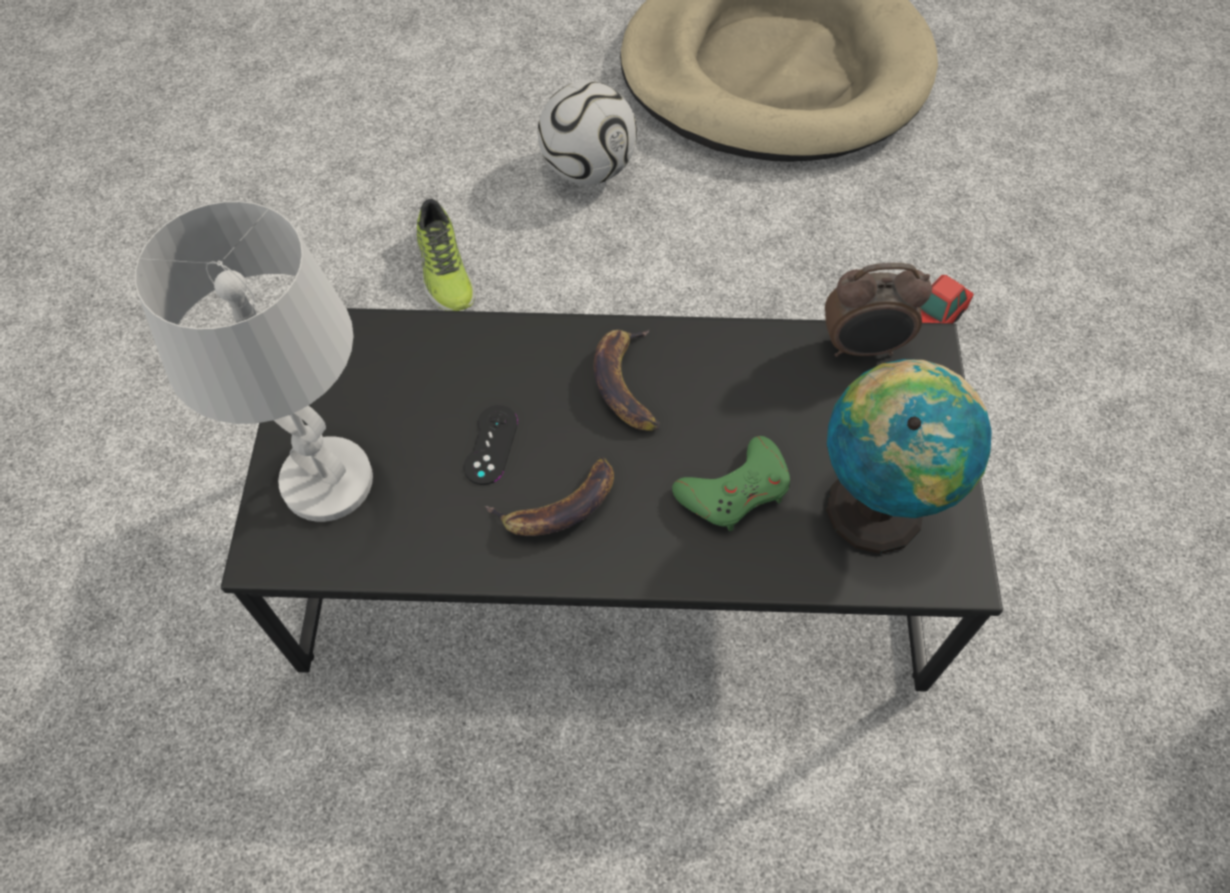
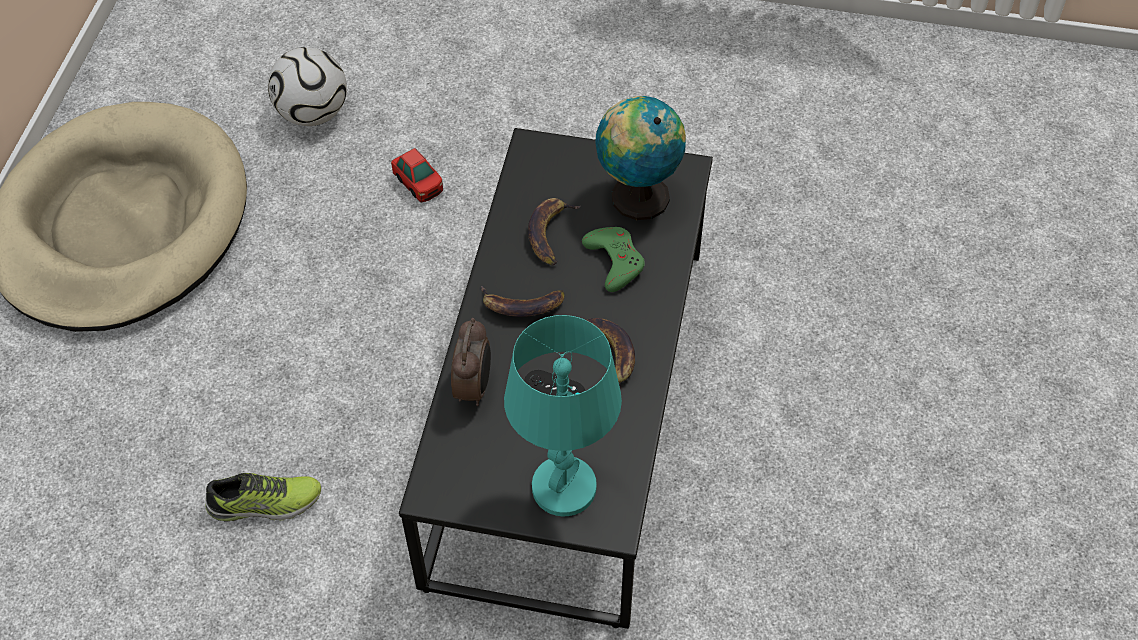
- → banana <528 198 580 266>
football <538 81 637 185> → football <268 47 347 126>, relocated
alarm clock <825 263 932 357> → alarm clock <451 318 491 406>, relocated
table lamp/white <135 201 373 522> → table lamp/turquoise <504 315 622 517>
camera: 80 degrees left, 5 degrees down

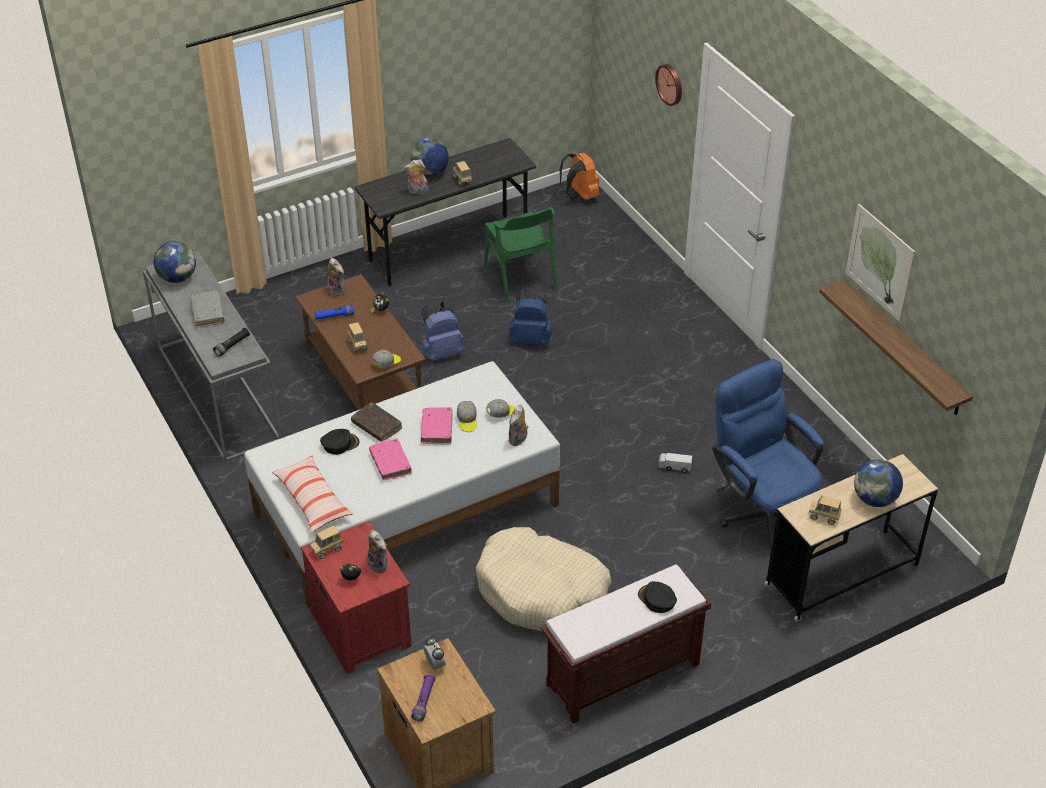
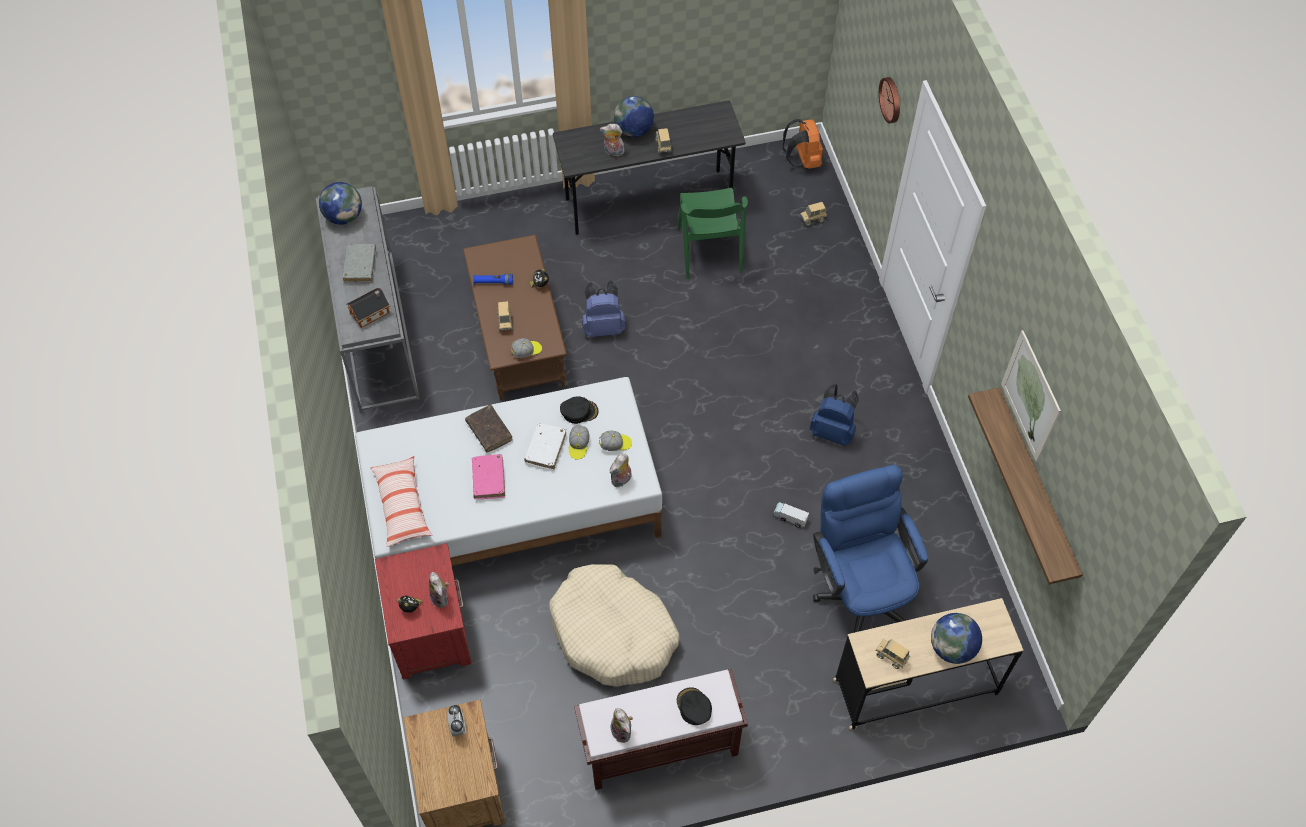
flashlight/purple <411 674 435 721> → -
toy truck <310 526 343 559> → toy truck <801 202 827 226>, relocated
cap/black <320 429 359 455> → cap/black <560 396 599 424>, relocated
plush toy <328 258 345 296> → plush toy <611 708 633 743>, relocated
backpack/blue <509 289 551 346> → backpack/blue <810 384 859 446>, relocated
flashlight/black <213 328 250 357> → toy house <347 288 390 328>
book/pink <421 407 453 444> → book/white <524 423 566 470>
camera: 15 degrees right, 15 degrees up

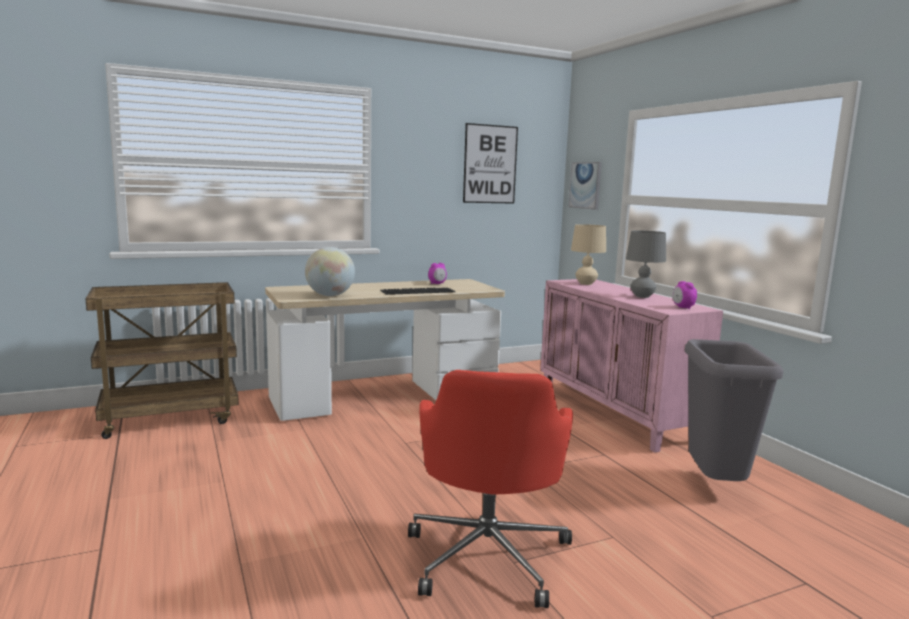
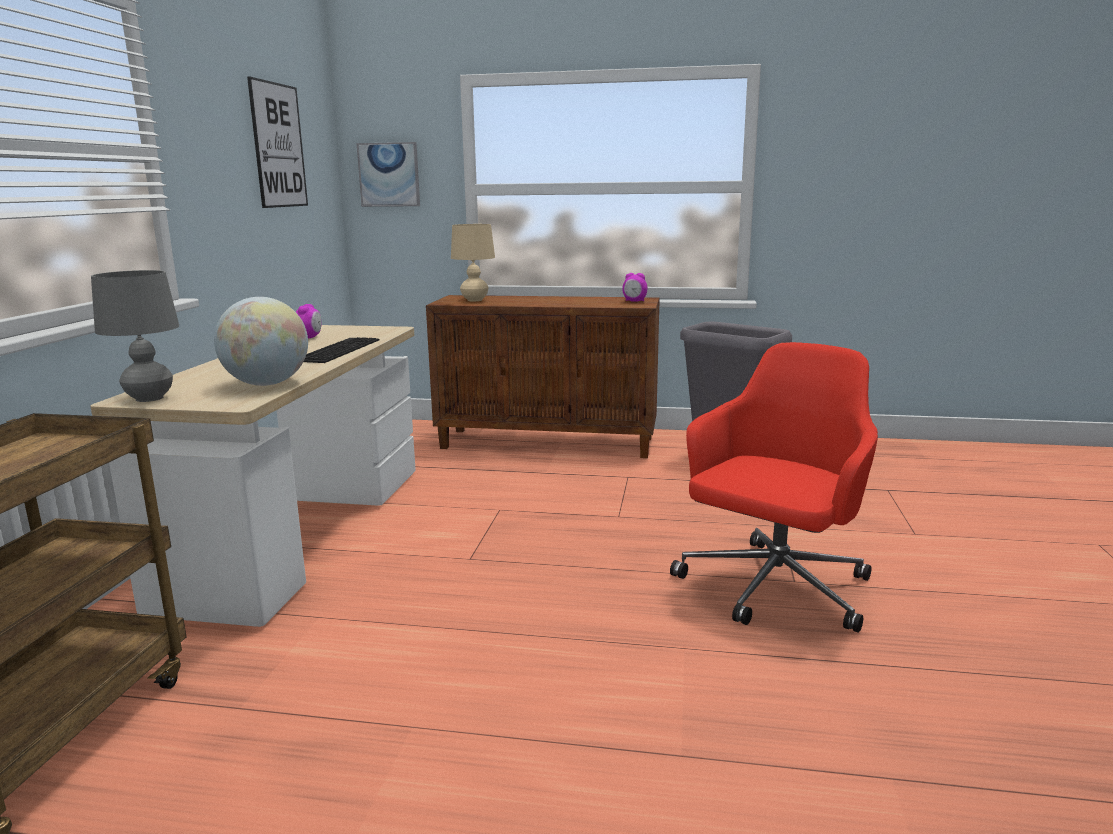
table lamp/grey <626 230 666 298> → table lamp/grey <91 270 179 402>, relocated
cabinet/pink <540 279 723 453> → cabinet/brown <426 295 660 458>
office chair/red <408 370 573 608> → office chair/red <670 342 878 633>, 90 degrees counterclockwise
camera: 55 degrees left, 5 degrees up

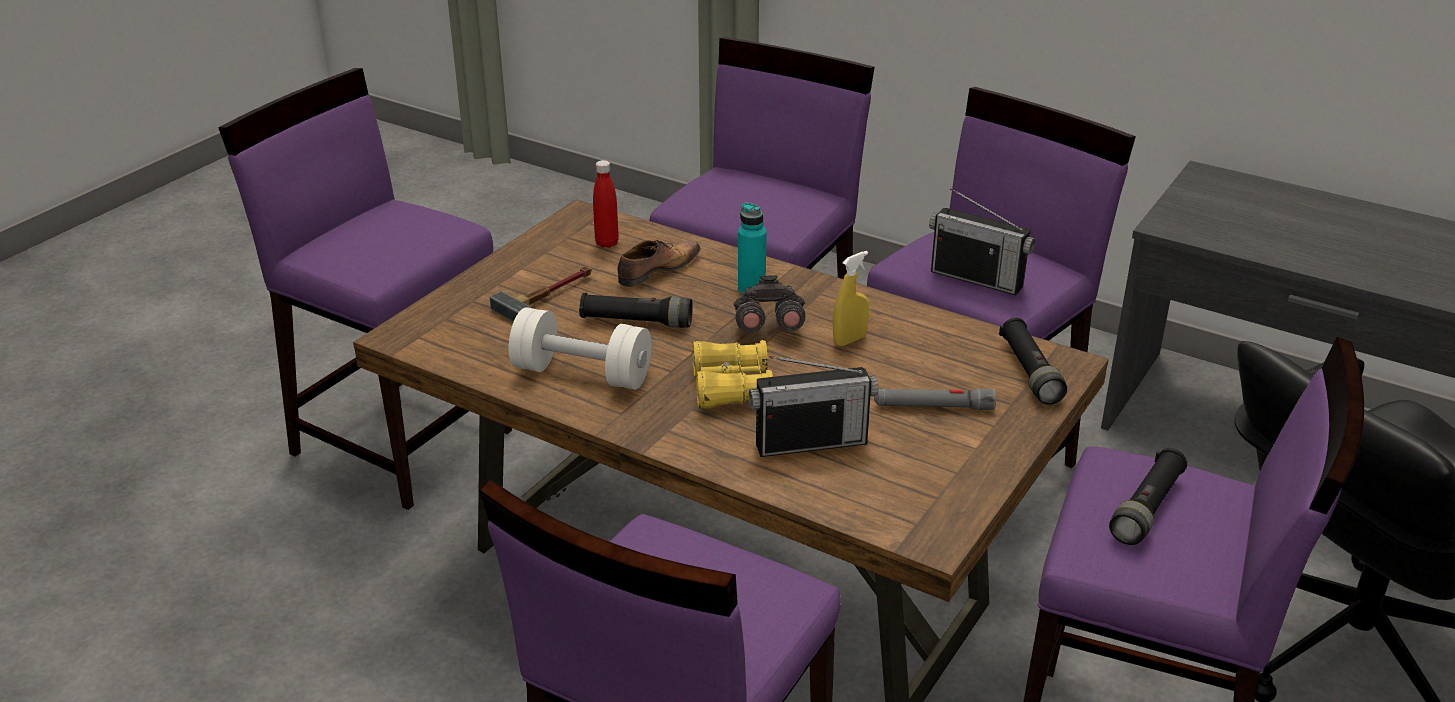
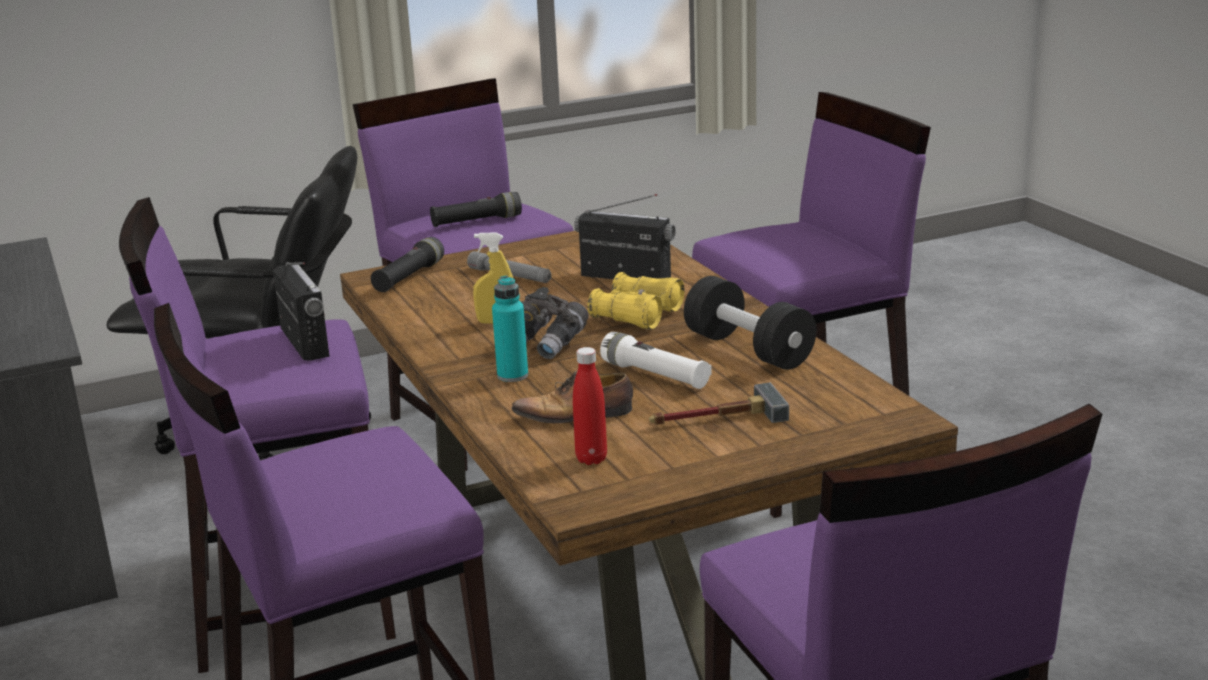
dumbbell/white <509 307 651 390> → dumbbell/black <684 276 816 370>
flashlight/black <579 293 693 328> → flashlight/white <600 332 712 389>
camera: 145 degrees left, 10 degrees down

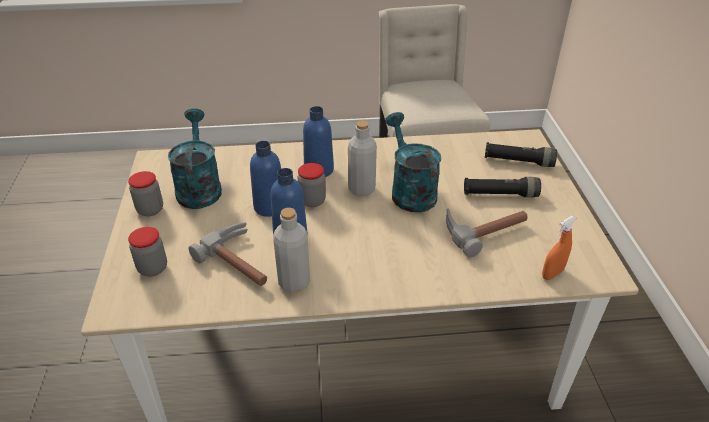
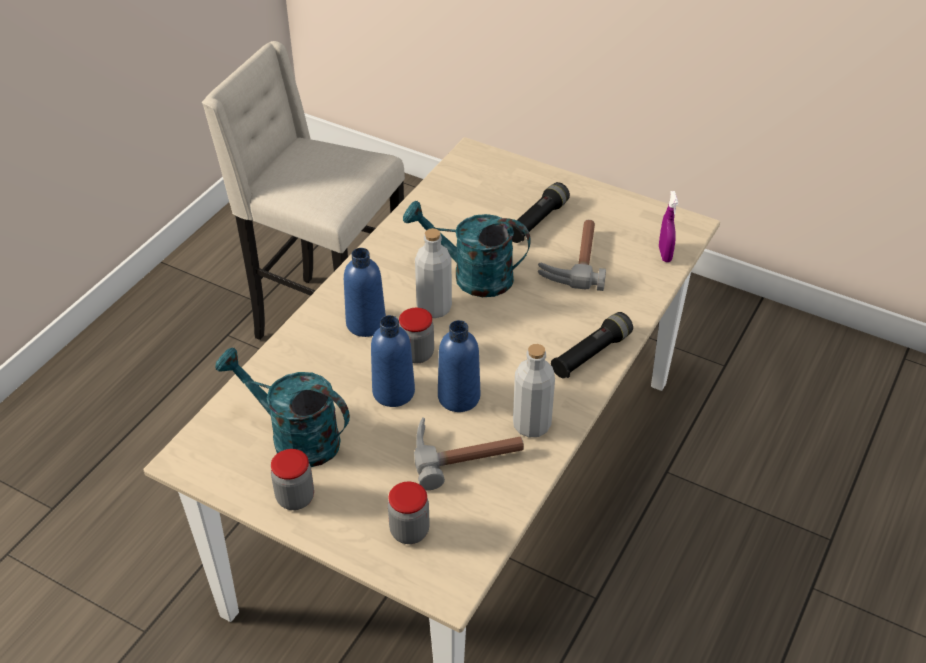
flashlight/black <485 142 557 167> → flashlight/black <551 312 633 378>, relocated
spray bottle/orange <542 216 576 280> → spray bottle/purple <659 191 678 262>
camera: 55 degrees left, 5 degrees up

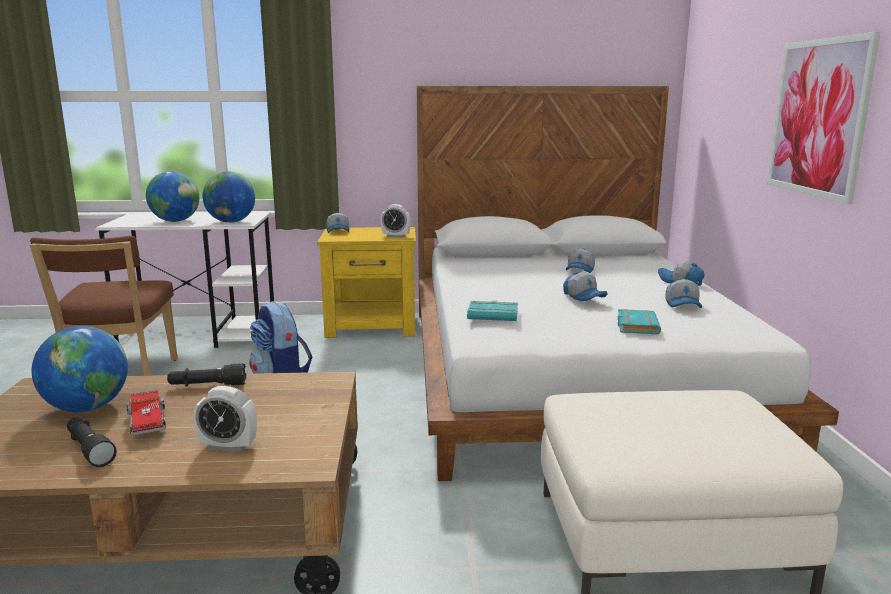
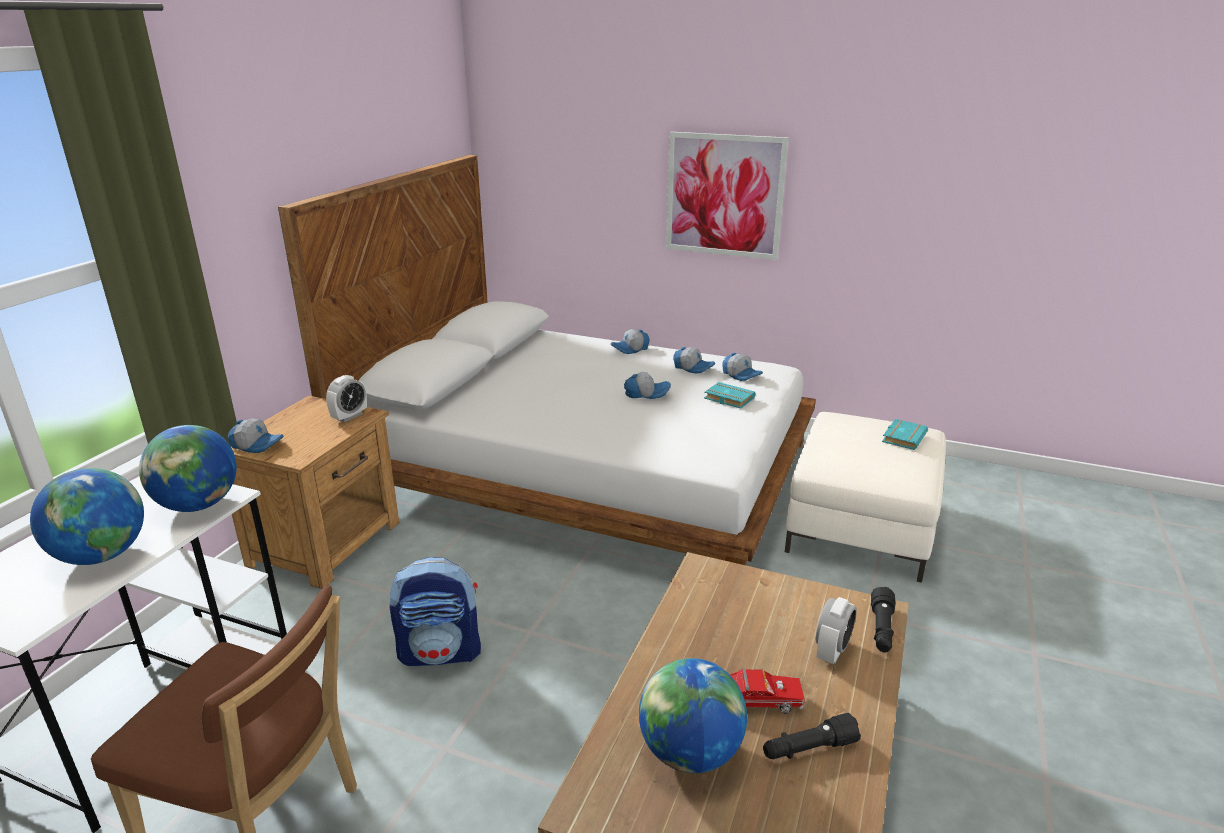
flashlight/black <167 363 246 386> → flashlight/black <871 587 895 653>, relocated
book/turquoise <467 301 518 321> → book/turquoise <882 419 928 450>, relocated
cap <566 248 595 273> → cap <722 353 763 381>, relocated
nightstand/yellow <317 227 416 338> → nightstand/brown <231 396 399 589>
camera: 65 degrees left, 10 degrees up

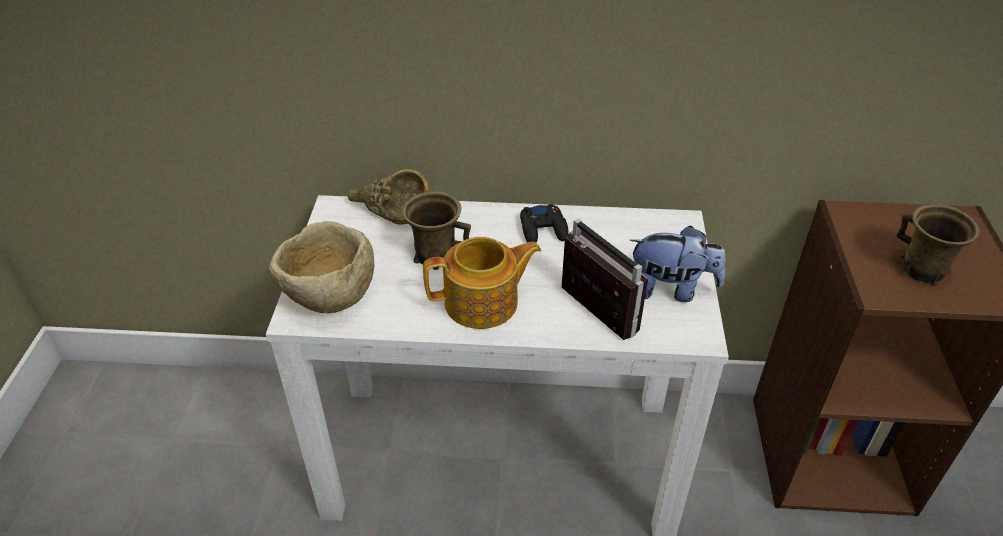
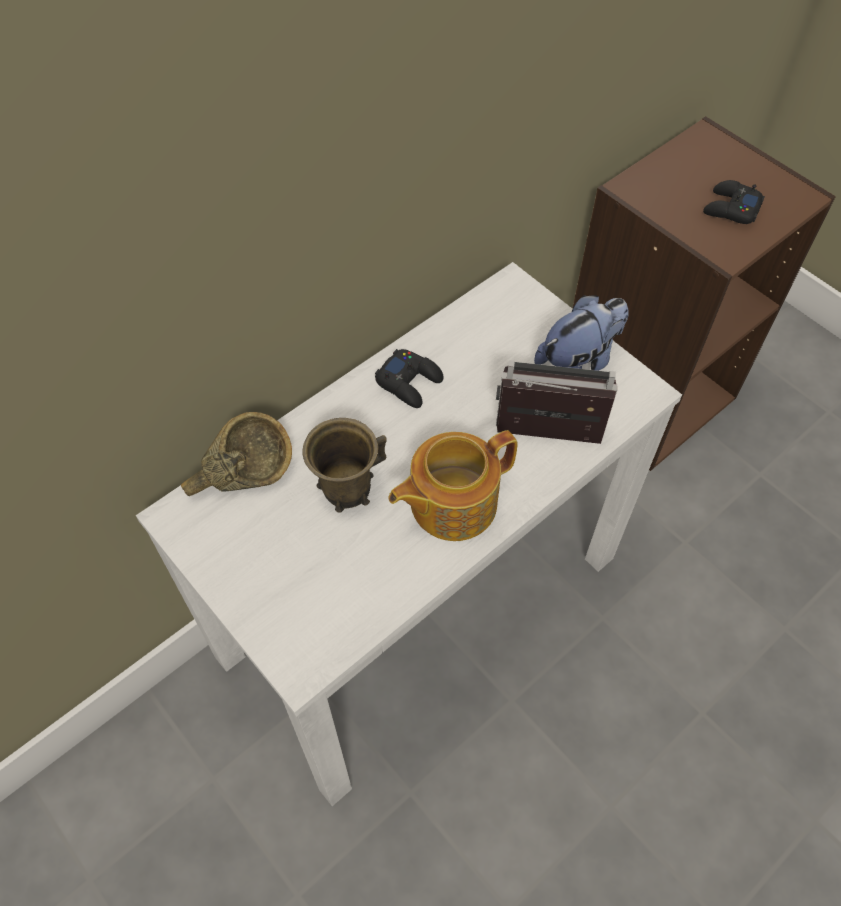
bowl/beige <269 221 375 314> → -
mug/brown <896 204 980 286> → game controller/black <703 180 765 224>
teapot <423 237 541 329> → teapot <388 430 518 541>, 150 degrees counterclockwise
camera: 45 degrees left, 15 degrees up

